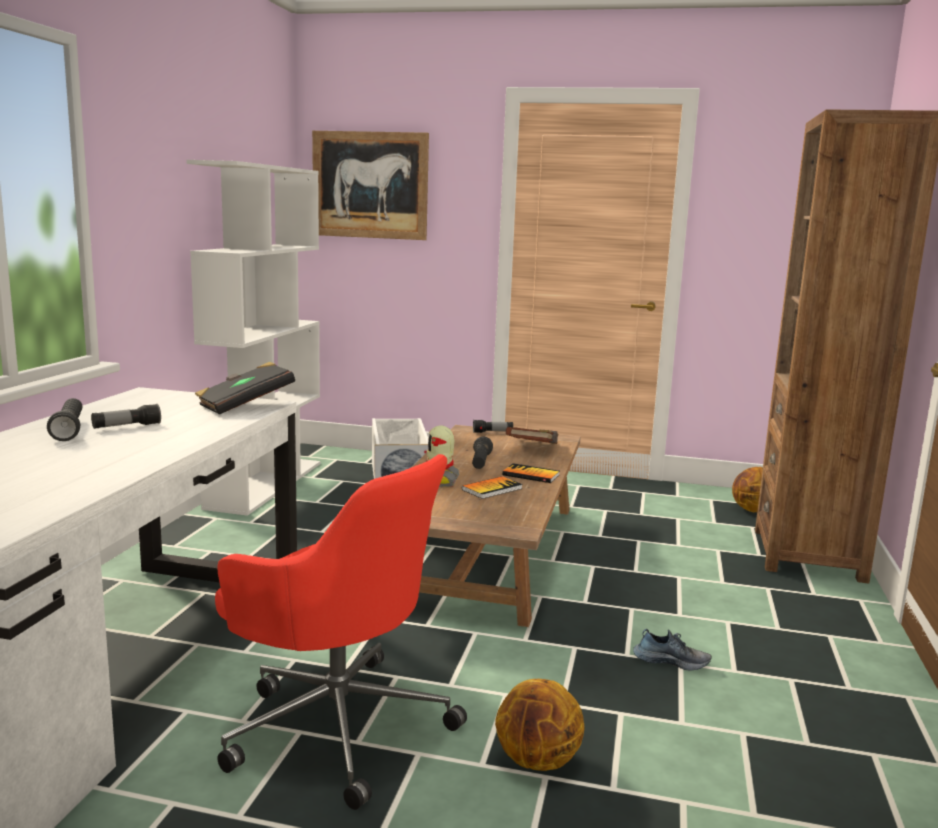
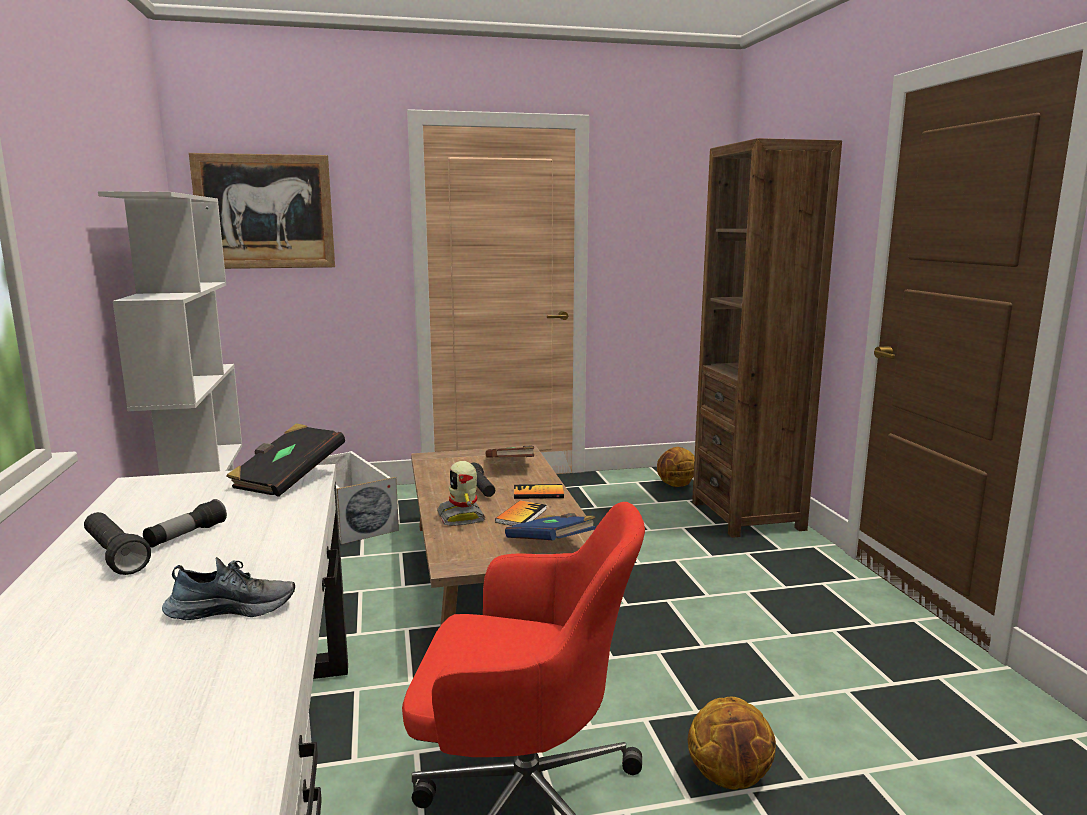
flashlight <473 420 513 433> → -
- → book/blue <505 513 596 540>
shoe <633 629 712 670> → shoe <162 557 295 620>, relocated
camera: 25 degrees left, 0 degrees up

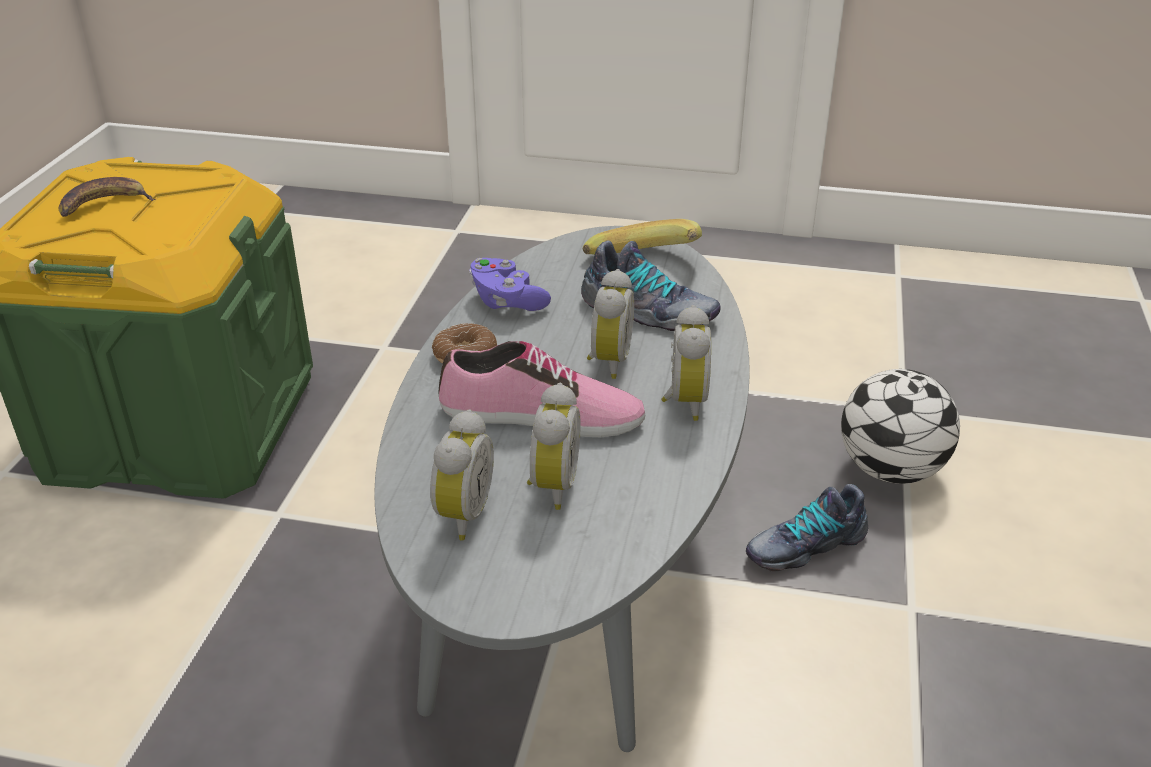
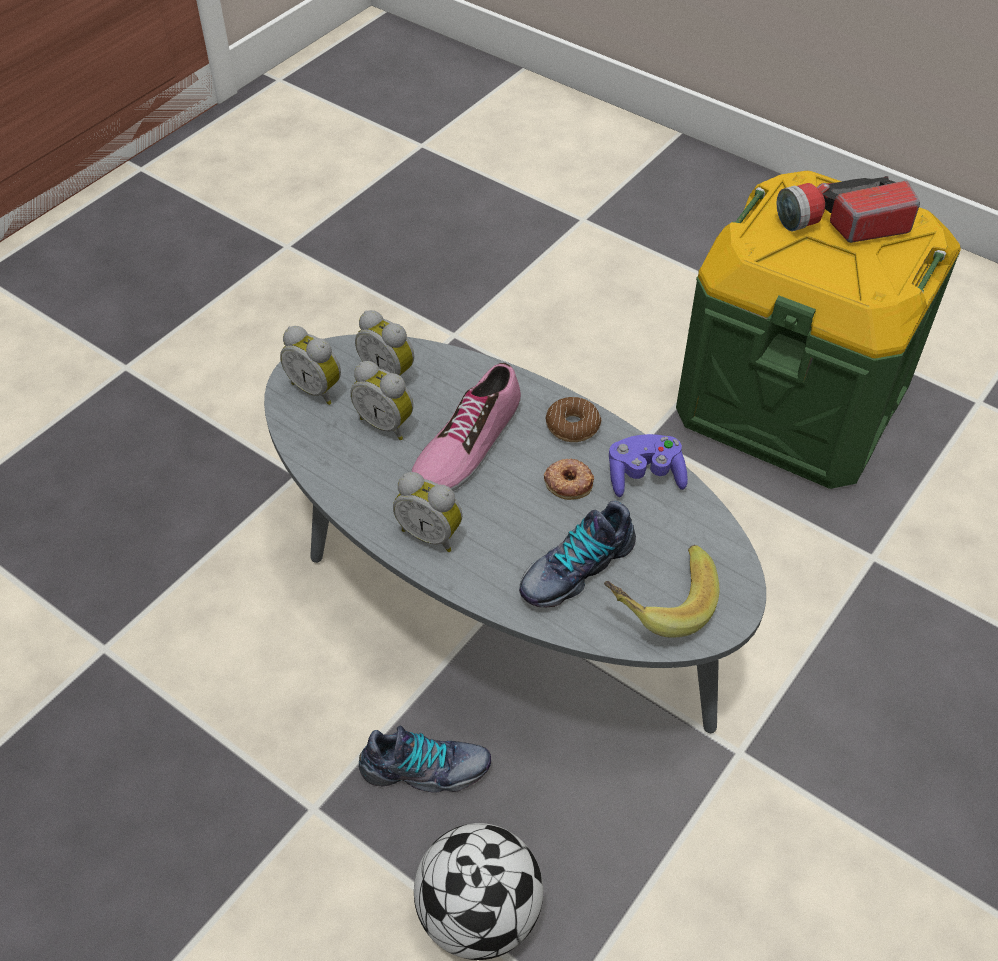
- → donut <544 459 594 500>
alarm clock <587 269 634 379> → alarm clock <280 326 341 405>, relocated
banana <59 177 156 217> → flashlight <776 176 920 243>
shoe <746 484 868 571> → shoe <359 726 491 793>, 90 degrees clockwise
camera: 115 degrees right, 15 degrees up

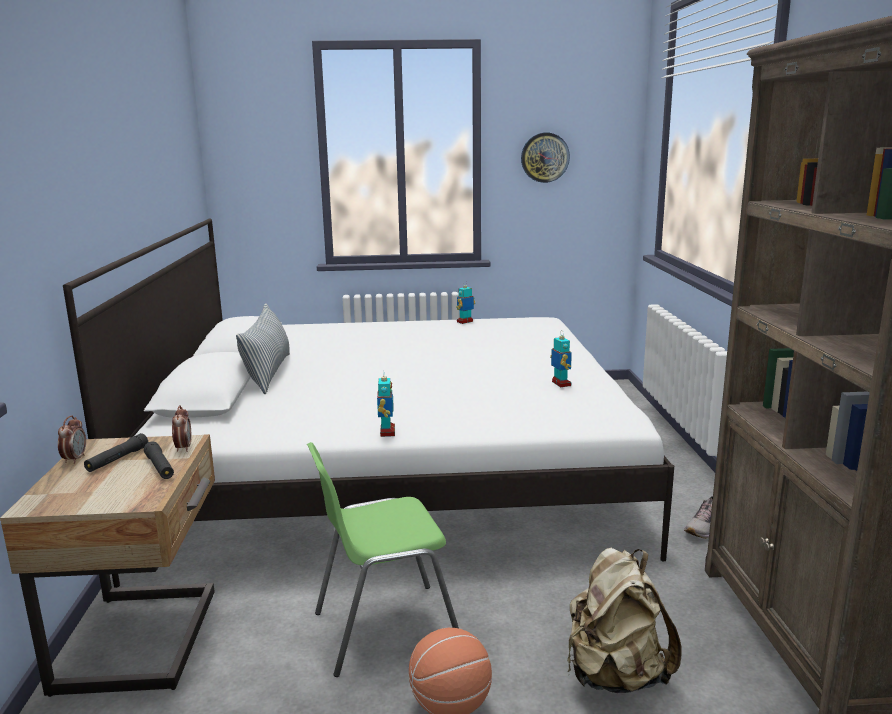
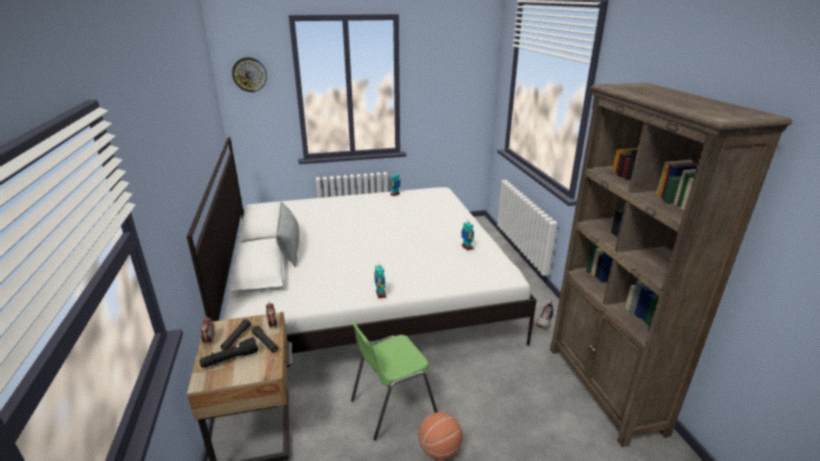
backpack/beige <567 548 681 693> → -
- → flashlight/black <199 337 258 368>
wall clock <521 133 570 183> → wall clock <232 57 267 92>, relocated
camera: 10 degrees left, 10 degrees up

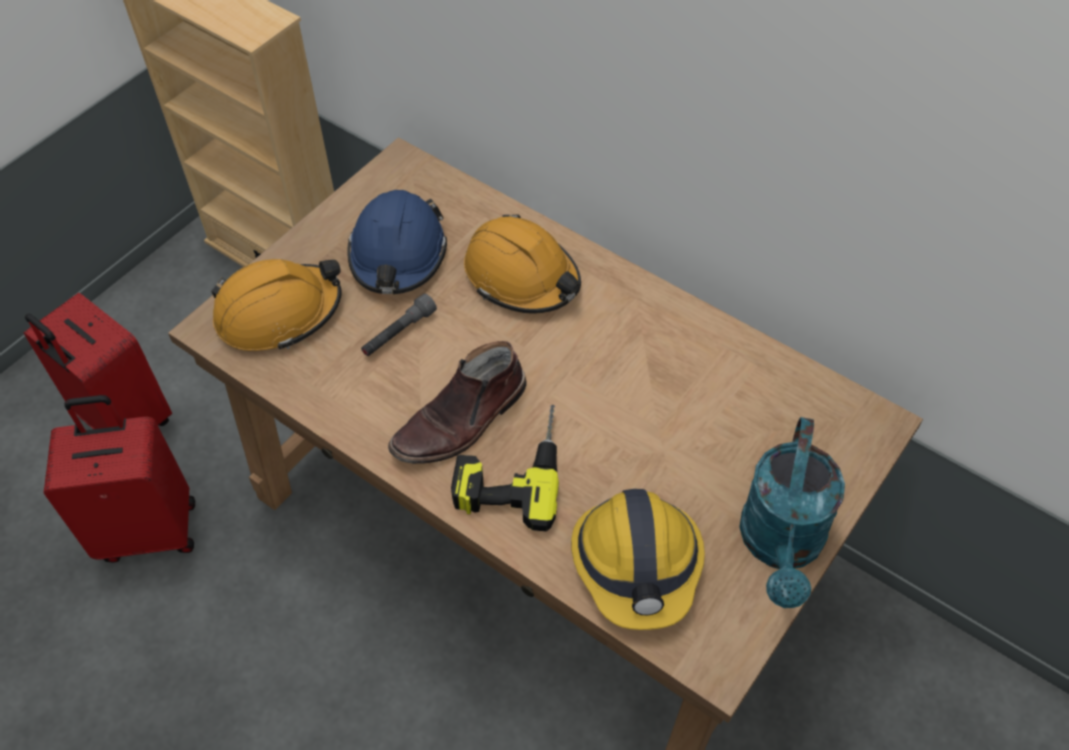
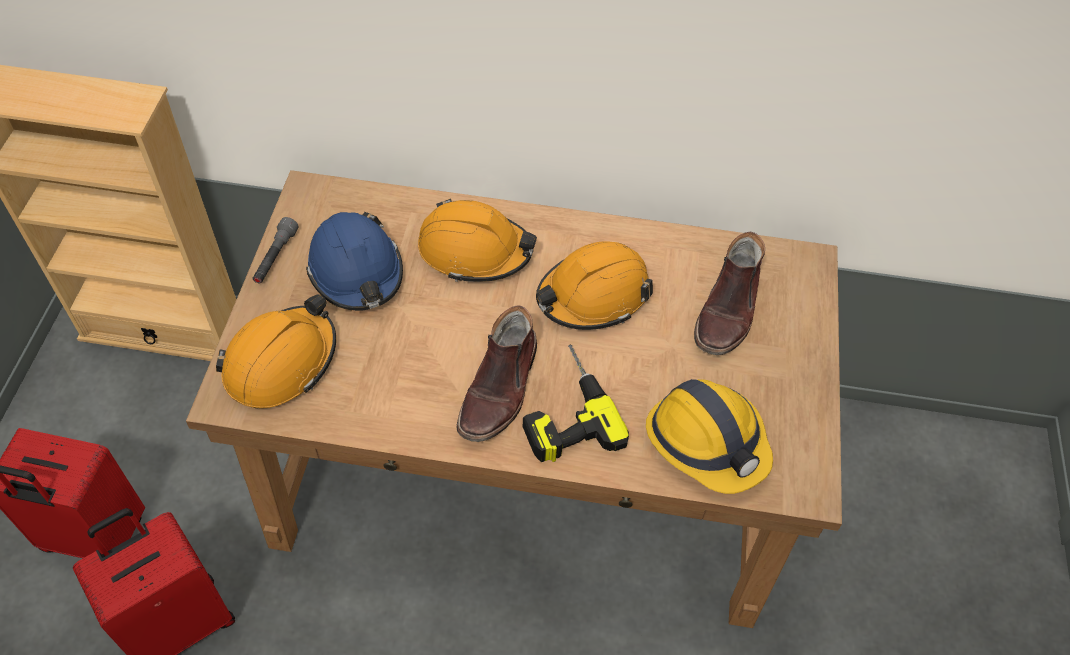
watering can/turquoise <739 417 845 608> → -
- → hard hat/orange <536 242 653 330>
- → boot/brown <694 232 765 355>
flashlight/grey <361 294 437 356> → flashlight/grey <253 217 298 283>, relocated
camera: 30 degrees left, 0 degrees up

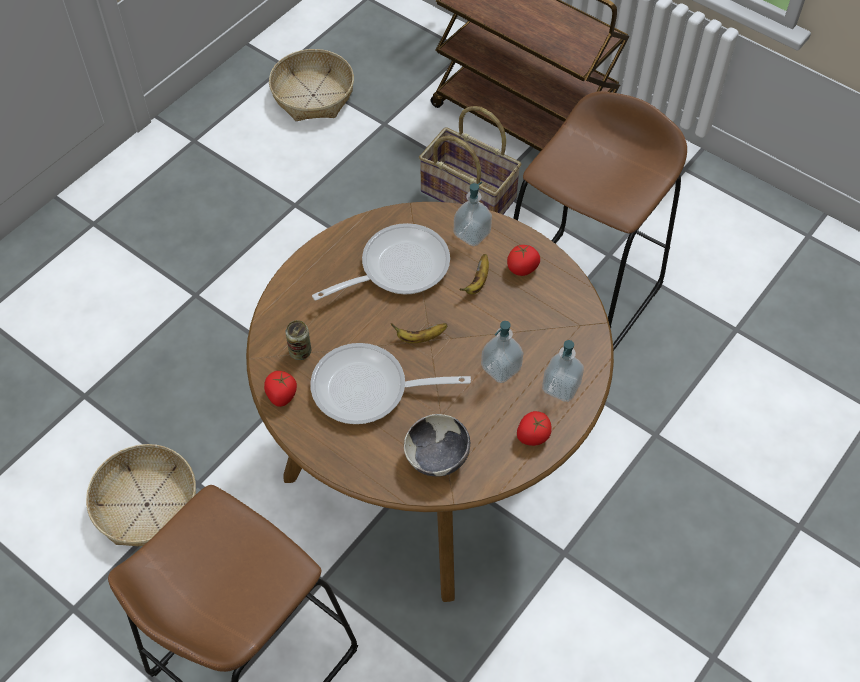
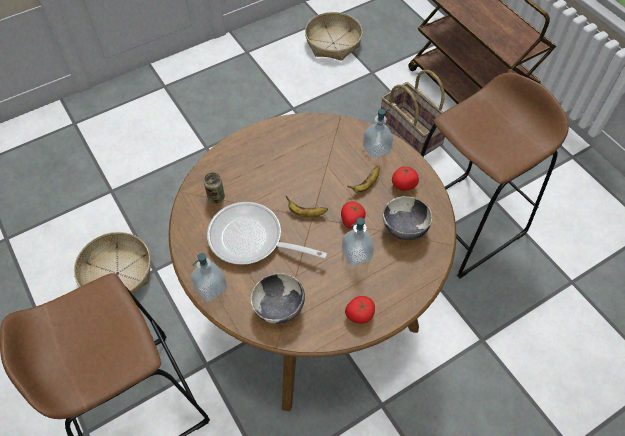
frying pan <312 223 450 301> → -
- → bowl <382 196 432 240>
tomato <264 371 297 407> → tomato <341 201 366 229>, relocated
soap dispenser <542 340 584 402> → soap dispenser <191 253 227 302>, relocated
camera: 20 degrees right, 0 degrees up

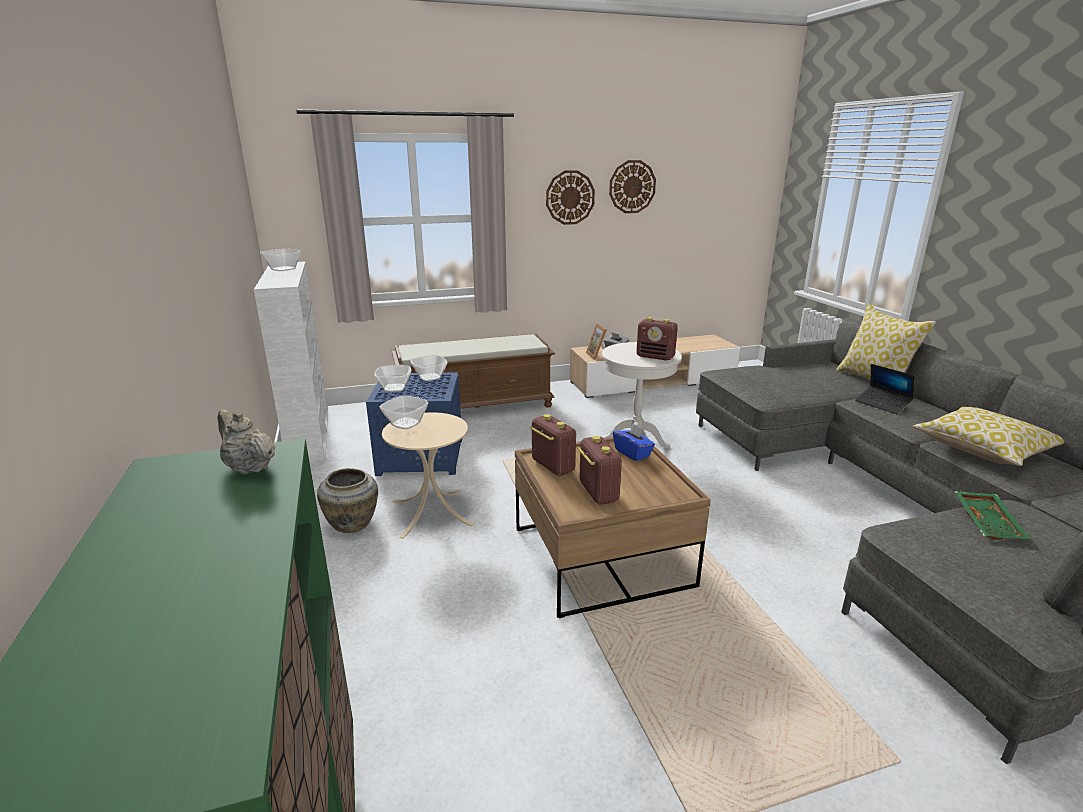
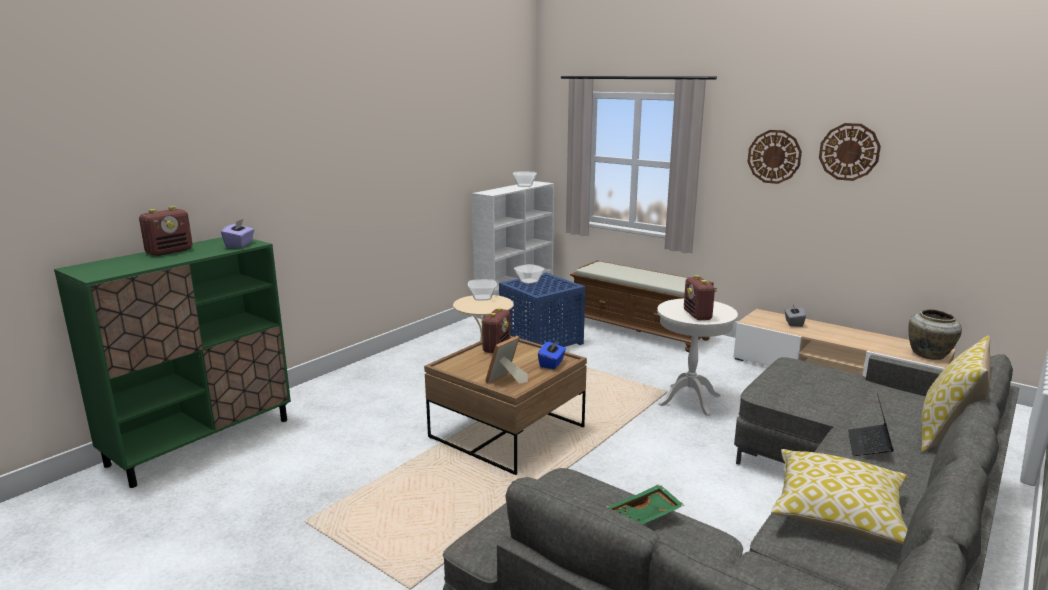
bowl <411 355 447 381> → -
vase/beige <317 468 378 533> → vase/beige <909 309 962 360>, relocated
radio <577 436 622 505> → radio <139 206 193 256>, relocated
picture frame <586 323 606 360> → picture frame <485 336 528 384>, relocated
teapot/beige <217 410 275 474> → tissue box/purple <221 219 254 248>
camera: 55 degrees right, 5 degrees down

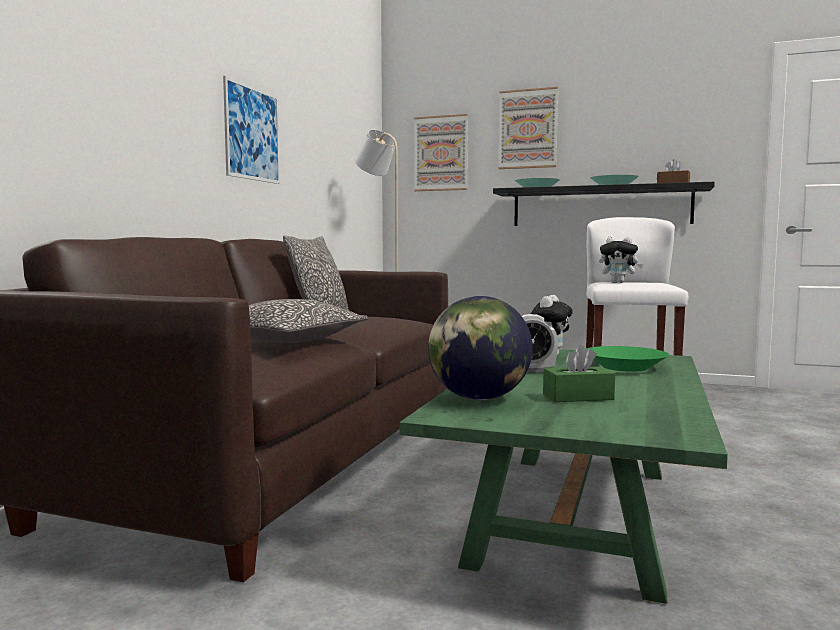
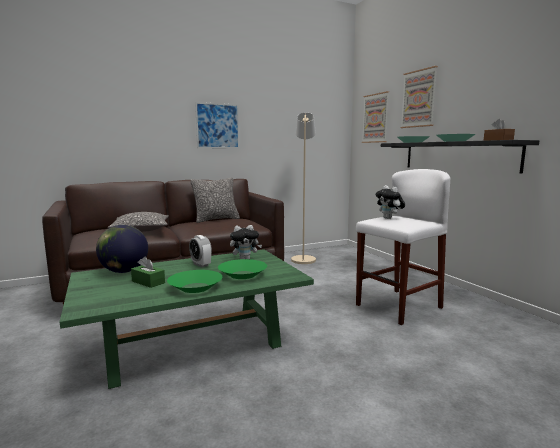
- → bowl/green <167 270 223 293>
camera: 45 degrees right, 5 degrees up

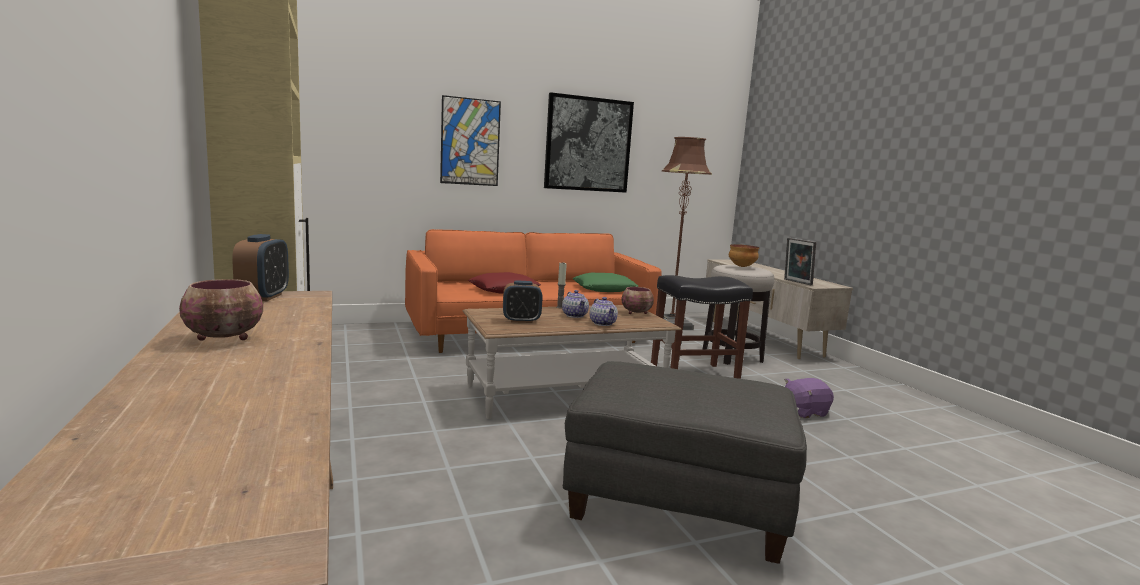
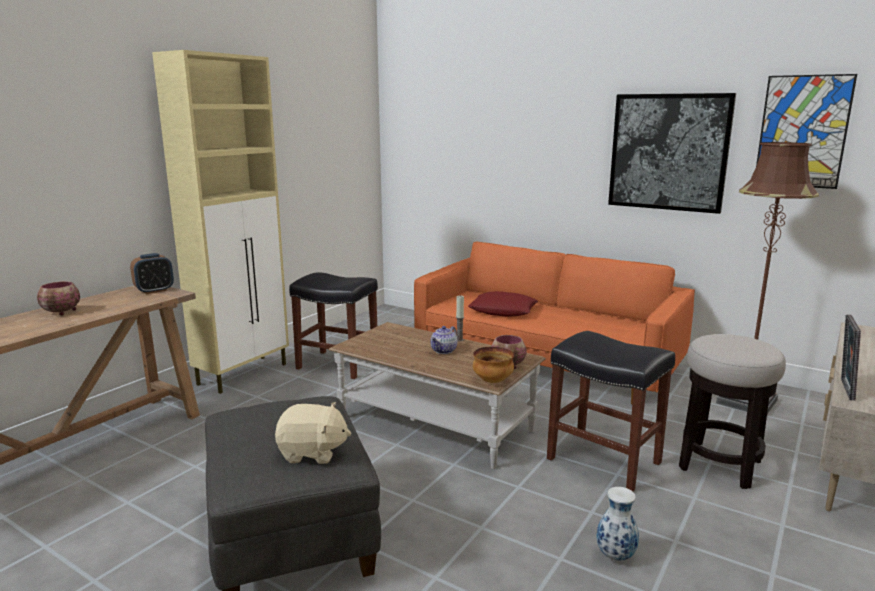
alarm clock <503 281 543 323> → -
pillow/green <572 273 638 292> → -
teapot <590 297 618 326> → -
- → plush toy/beige <275 402 351 464>
- → stool/black <289 272 378 379>
picture <440 95 501 186> → picture <756 74 857 189>, relocated
bowl <729 244 759 267> → bowl <473 347 514 383>, relocated
plush toy/purple <785 378 834 418> → vase <597 487 639 561>
camera: 55 degrees right, 5 degrees up

